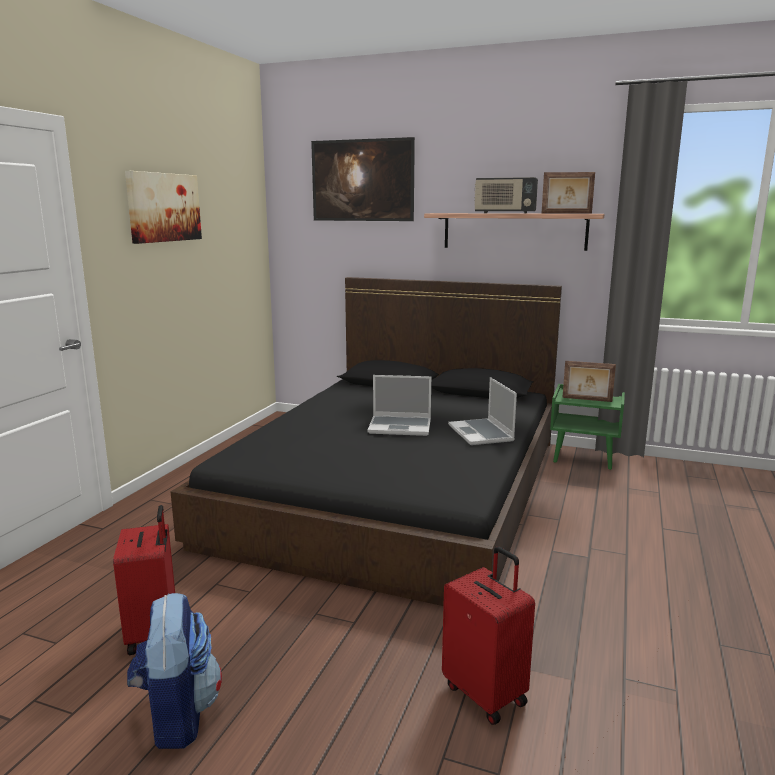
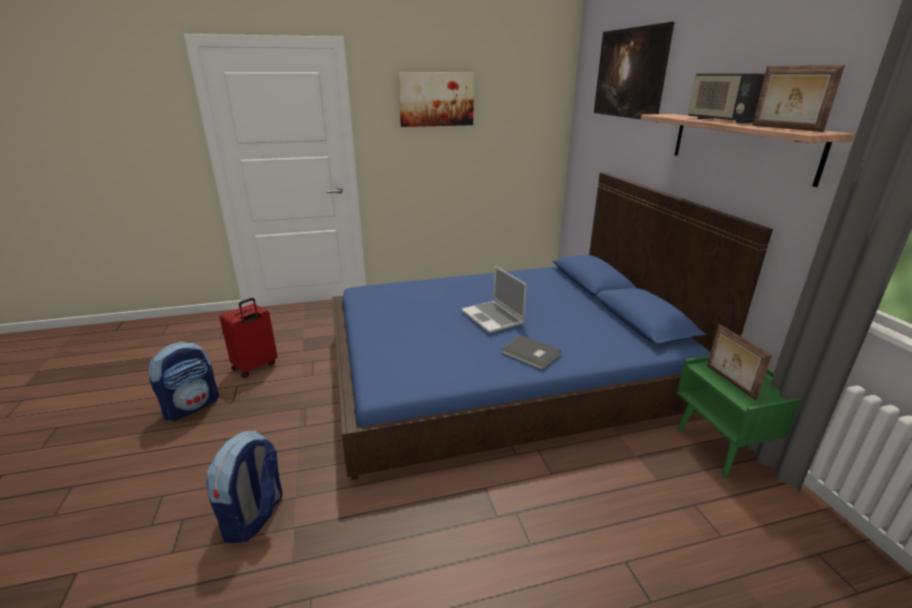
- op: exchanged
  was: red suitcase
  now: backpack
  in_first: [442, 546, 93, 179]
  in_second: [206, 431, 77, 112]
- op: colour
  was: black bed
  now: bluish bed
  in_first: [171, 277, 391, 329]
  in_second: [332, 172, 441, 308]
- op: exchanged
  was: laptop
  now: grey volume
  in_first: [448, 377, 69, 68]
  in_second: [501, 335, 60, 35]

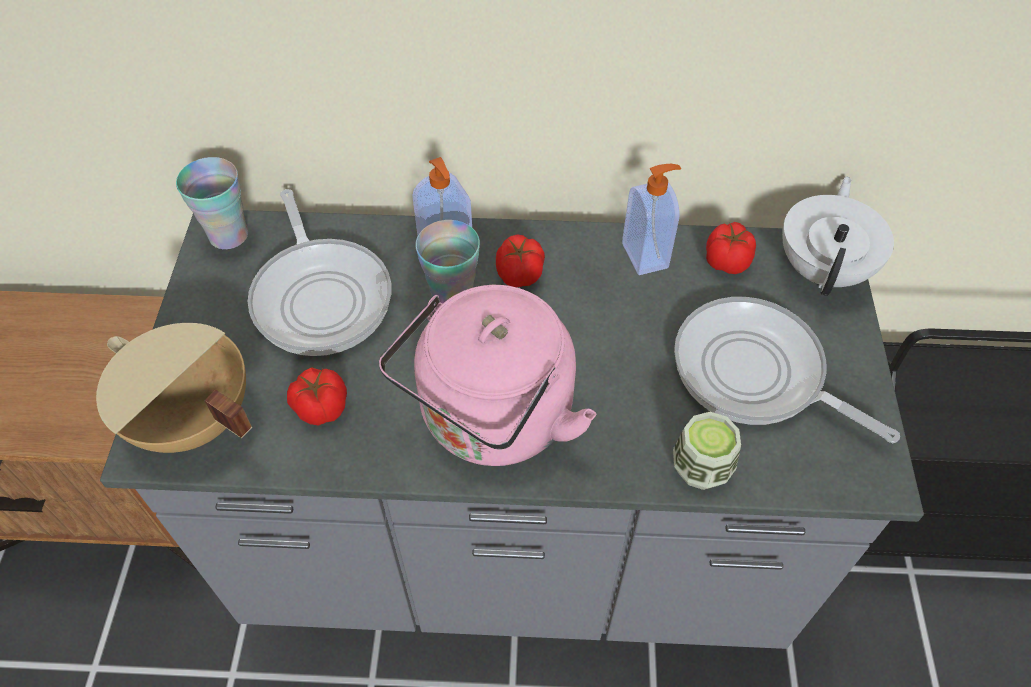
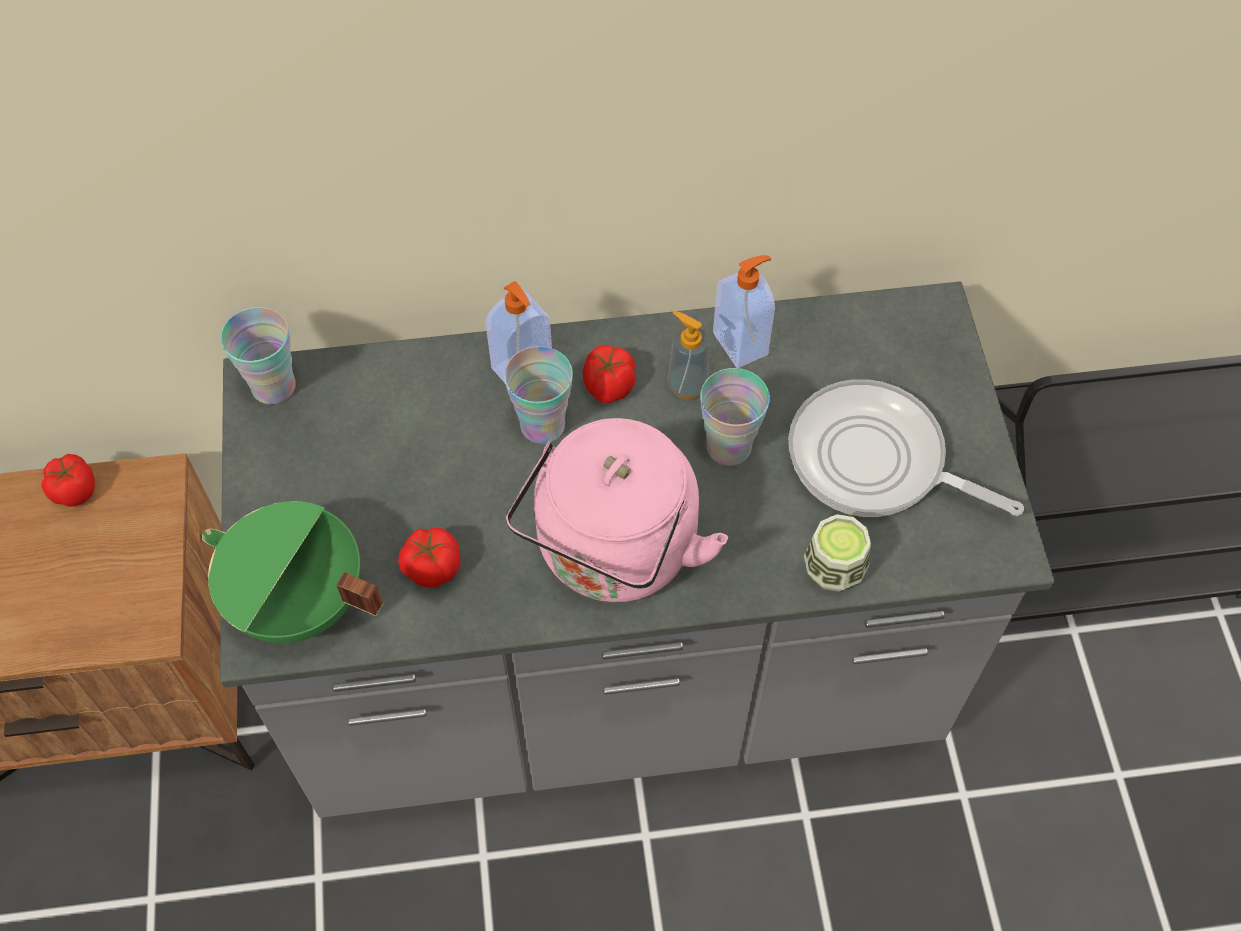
- op: relocated
  was: whole tomato
  in_first: [706, 222, 50, 52]
  in_second: [41, 454, 54, 53]
- op: colour
  was: sand-coloured stockpot
  now: green-coloured stockpot
  in_first: [96, 323, 156, 130]
  in_second: [202, 501, 182, 142]
- op: appeared
  now: soap dispenser
  in_second: [668, 311, 41, 88]
- op: appeared
  now: drinking cup
  in_second: [700, 368, 70, 98]
- op: missing
  was: pan
  in_first: [248, 189, 143, 167]
- op: missing
  was: whitish pot for tea
  in_first: [782, 177, 112, 119]

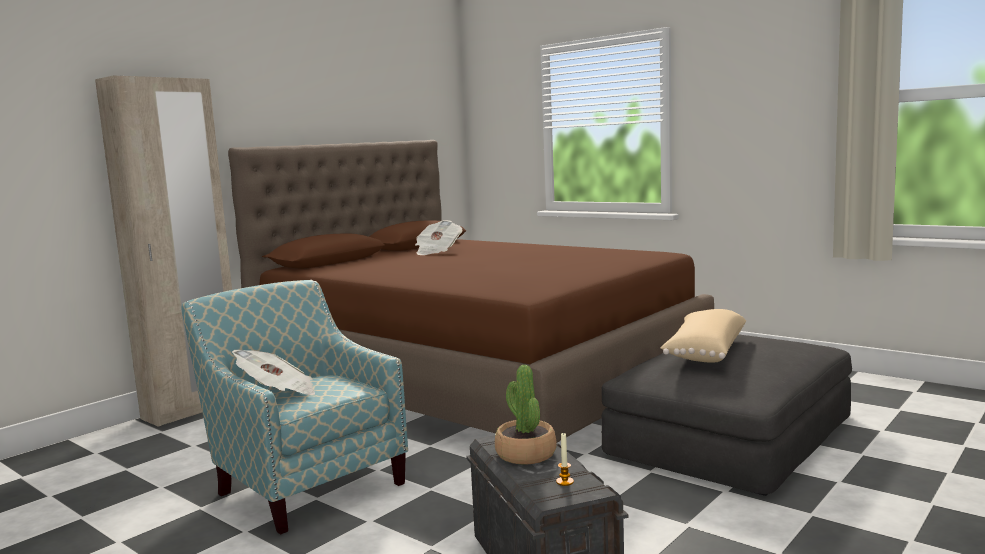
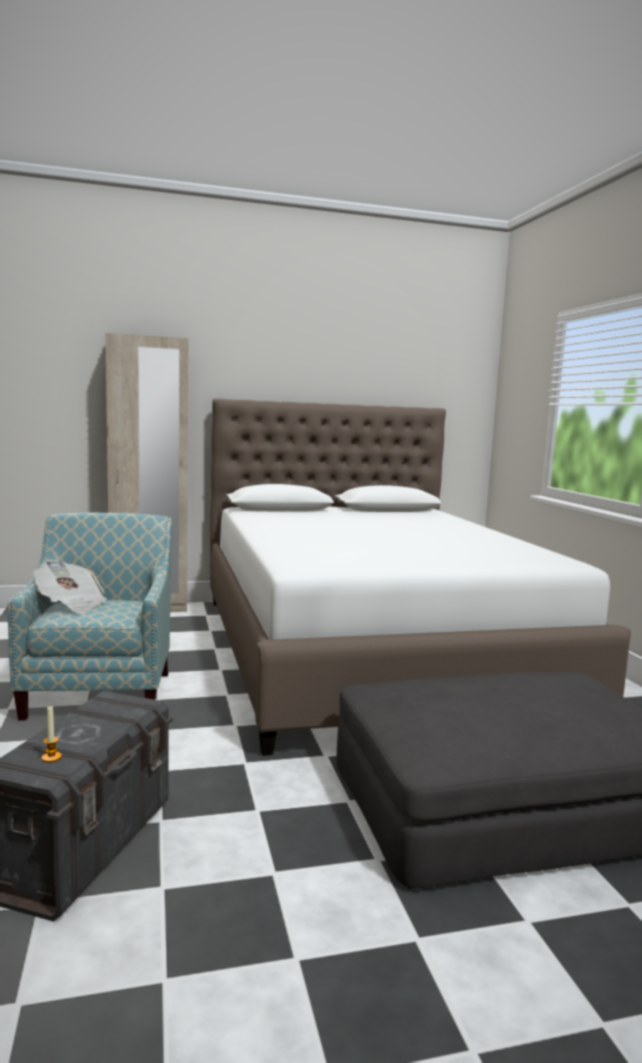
- op: colour
  was: brownish bed
  now: whitish bed
  in_first: [228, 140, 486, 303]
  in_second: [210, 399, 421, 357]
- op: missing
  was: daily paper
  in_first: [415, 220, 47, 35]
- op: missing
  was: potted plant
  in_first: [495, 365, 62, 99]
- op: missing
  was: sand-coloured throw pillow
  in_first: [660, 309, 86, 53]

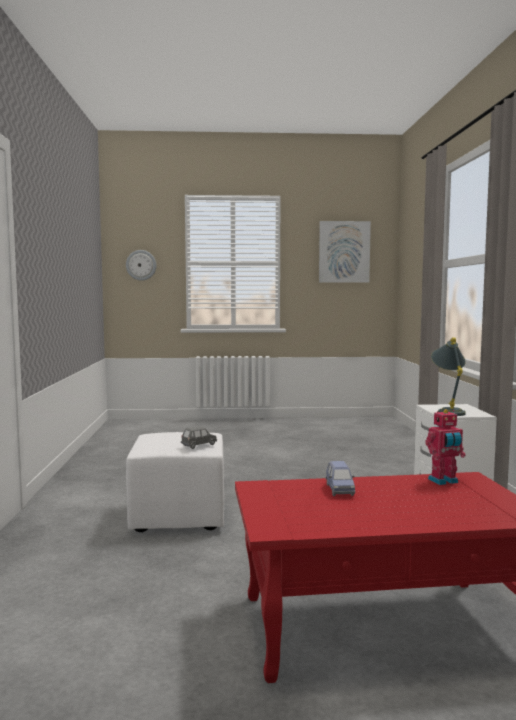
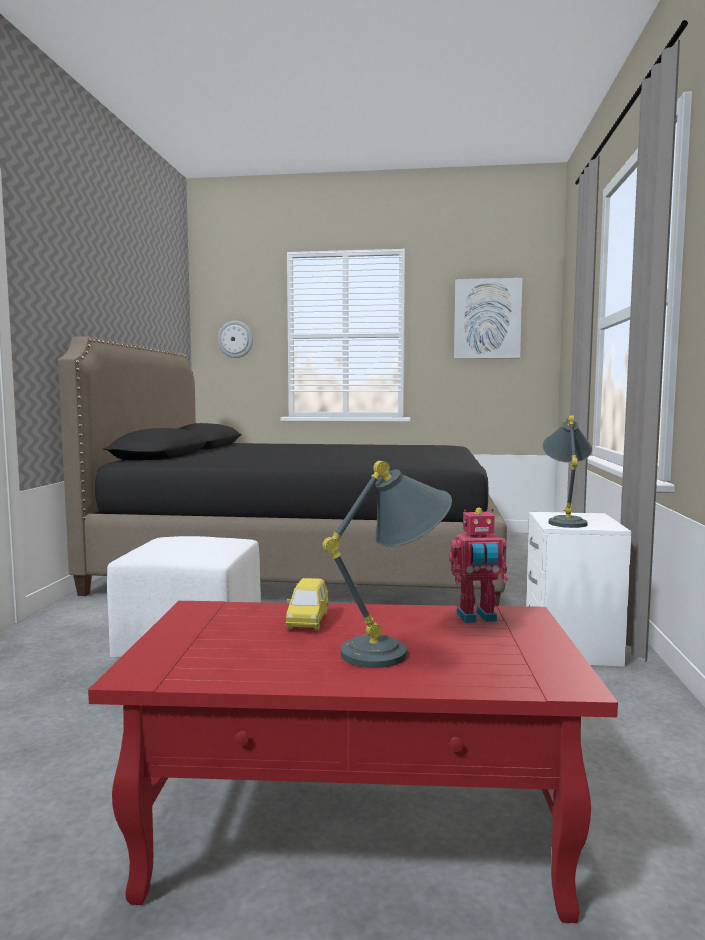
- op: appeared
  now: black bed
  in_second: [58, 336, 449, 270]
- op: colour
  was: bluish model car
  now: yellowish model car
  in_first: [326, 461, 29, 35]
  in_second: [286, 578, 43, 53]
- op: appeared
  now: grey lamp for a table
  in_second: [323, 461, 129, 207]
- op: missing
  was: grey model car
  in_first: [181, 426, 36, 23]

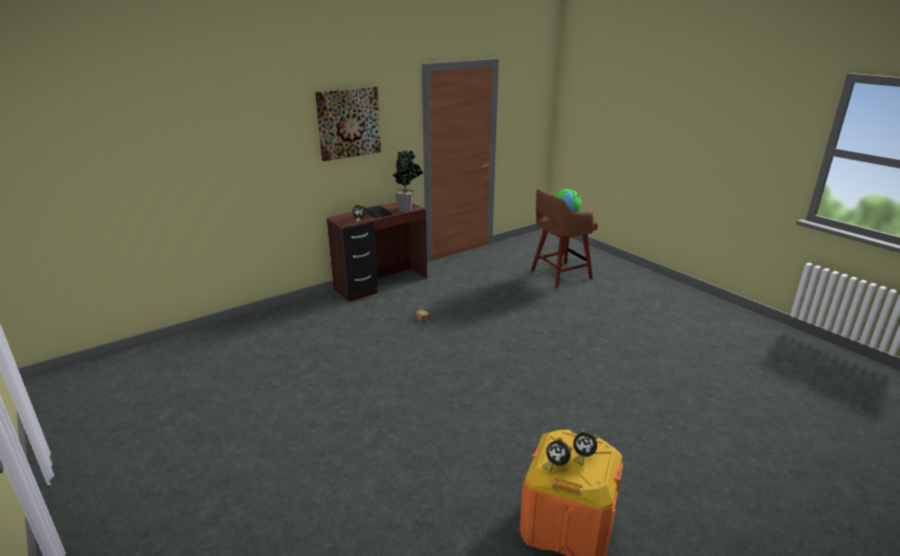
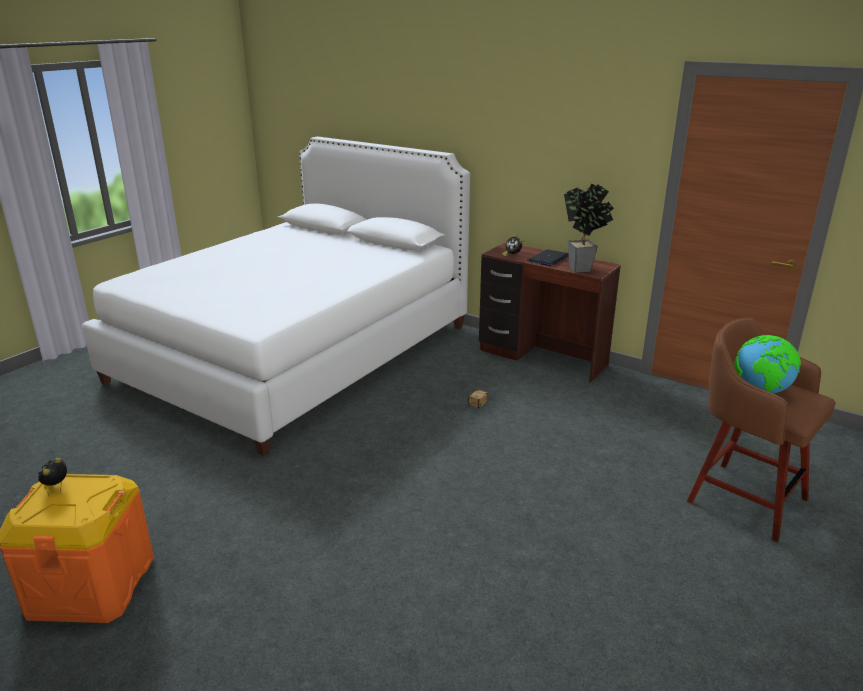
- op: appeared
  now: whitish bed
  in_second: [82, 137, 388, 319]
- op: missing
  was: picture
  in_first: [315, 87, 66, 74]
- op: missing
  was: alarm clock
  in_first: [573, 429, 25, 36]

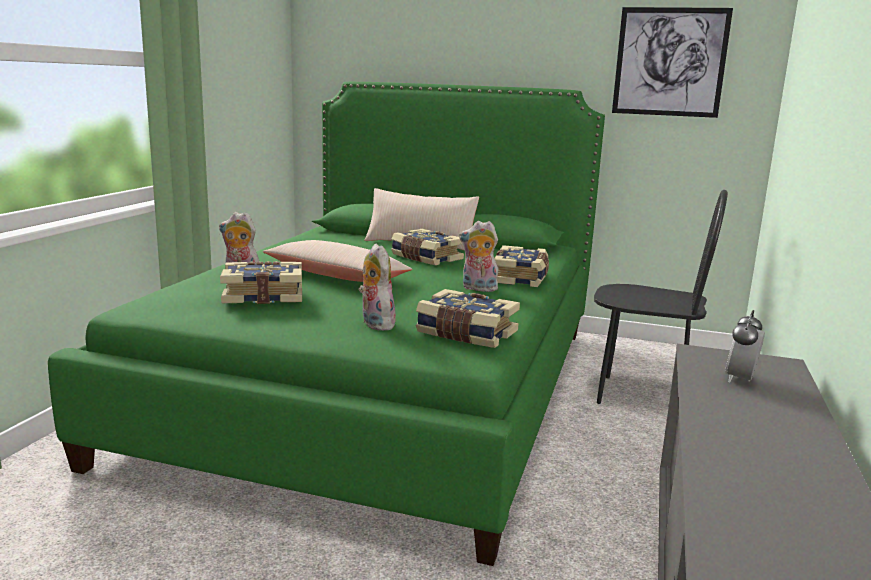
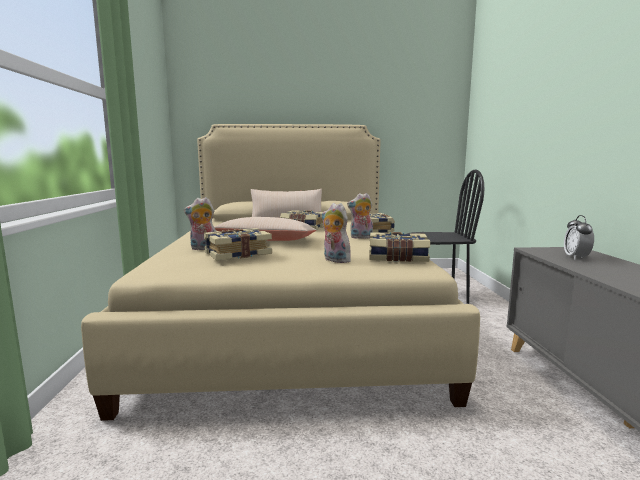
- op: colour
  was: green-coloured bed
  now: sand-coloured bed
  in_first: [48, 82, 557, 484]
  in_second: [81, 124, 399, 297]
- op: missing
  was: picture
  in_first: [612, 7, 121, 111]

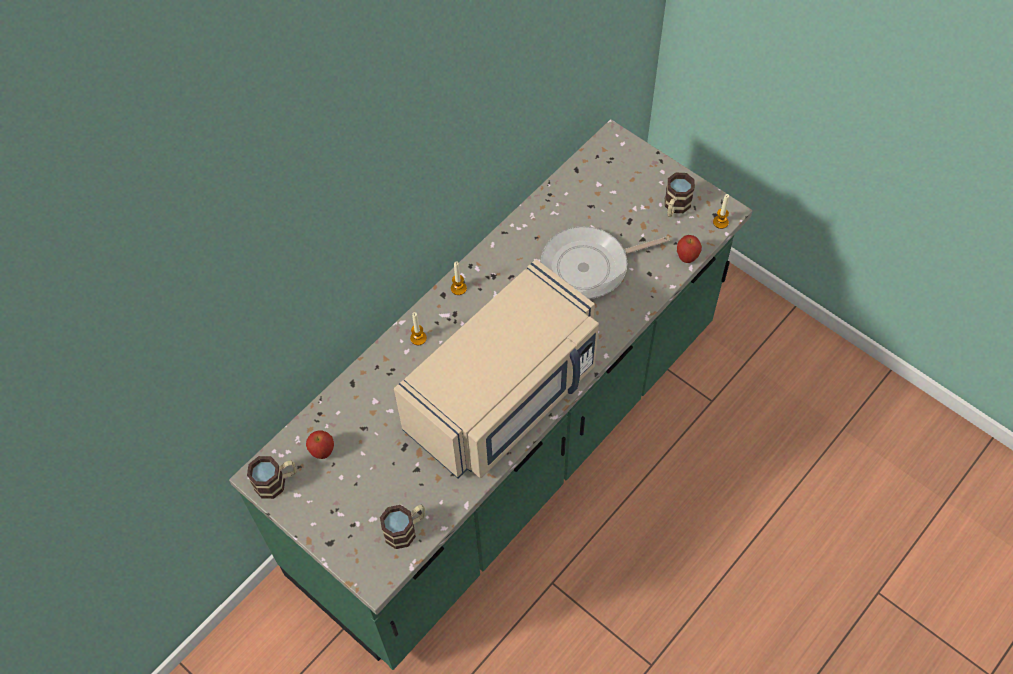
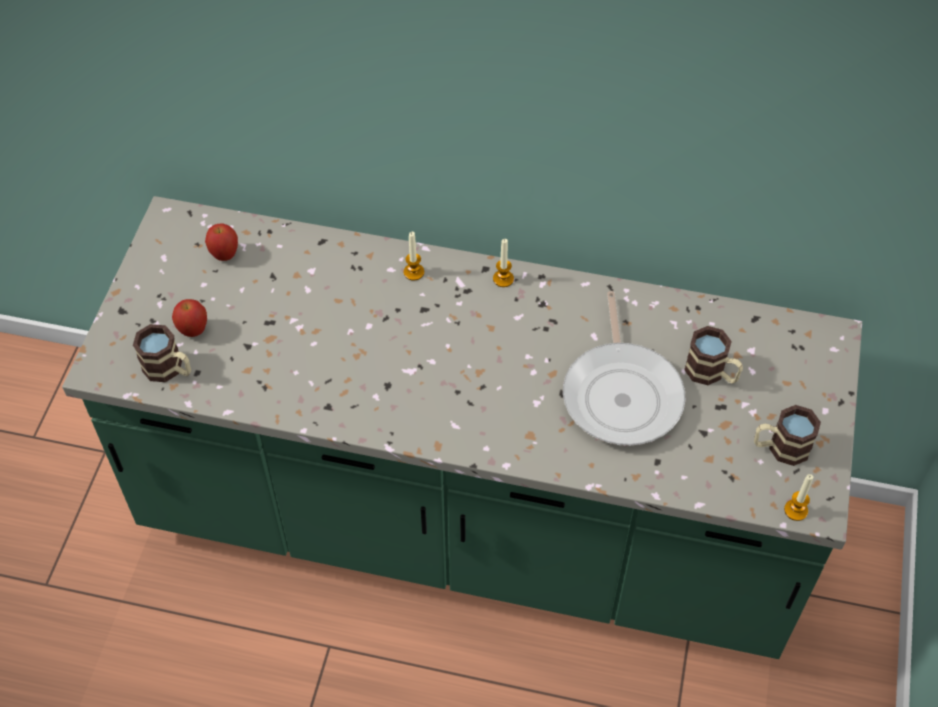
- op: relocated
  was: apple fruit
  in_first: [677, 235, 25, 28]
  in_second: [172, 299, 35, 38]
- op: spun
  was: pan
  in_first: [540, 226, 130, 73]
  in_second: [563, 291, 122, 155]
  clockwise: -135
- op: relocated
  was: tea mug
  in_first: [247, 456, 49, 43]
  in_second: [684, 326, 59, 59]
- op: missing
  was: sand-coloured kitchen microwave
  in_first: [394, 259, 205, 219]

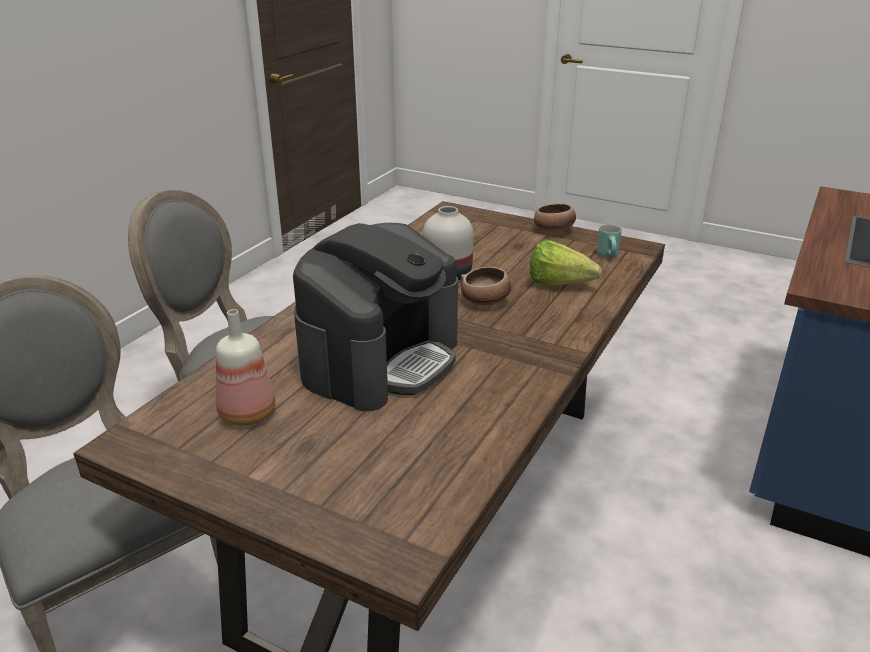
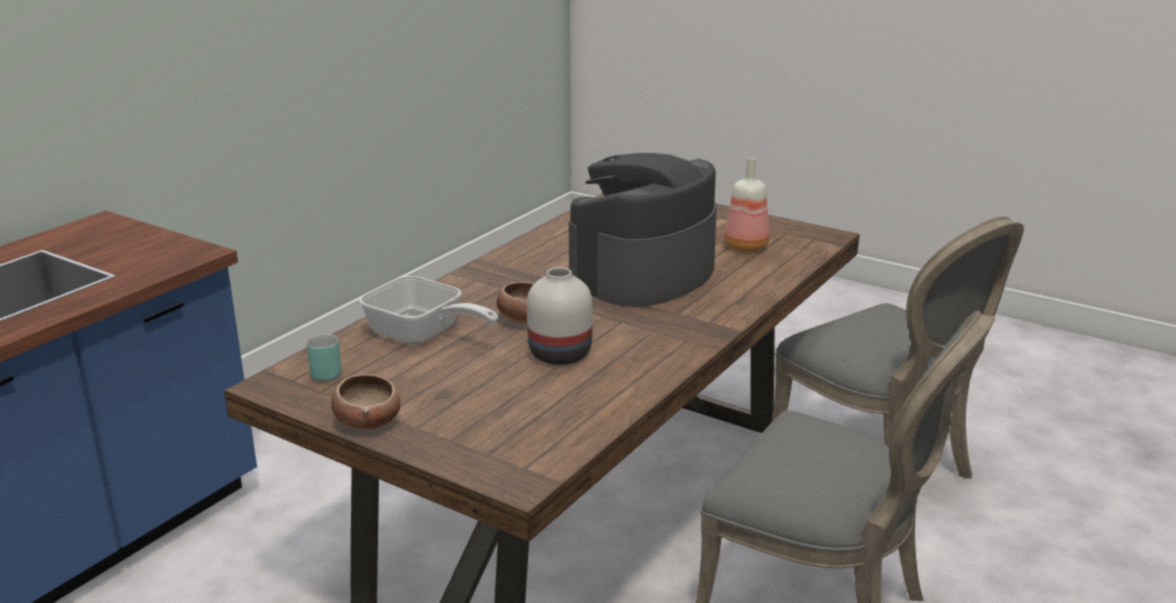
- op: exchanged
  was: lettuce
  now: pan
  in_first: [530, 240, 72, 45]
  in_second: [359, 276, 139, 68]

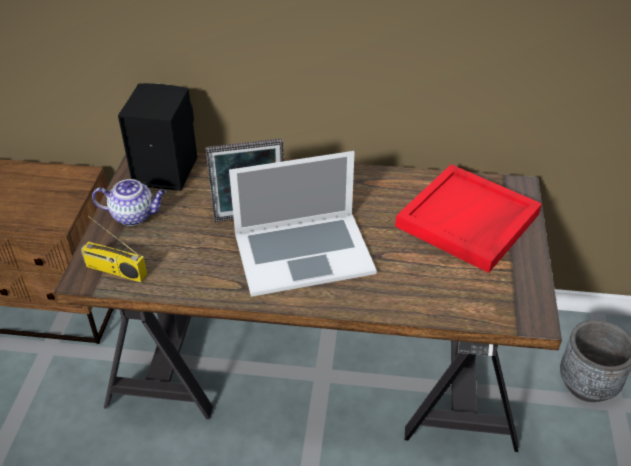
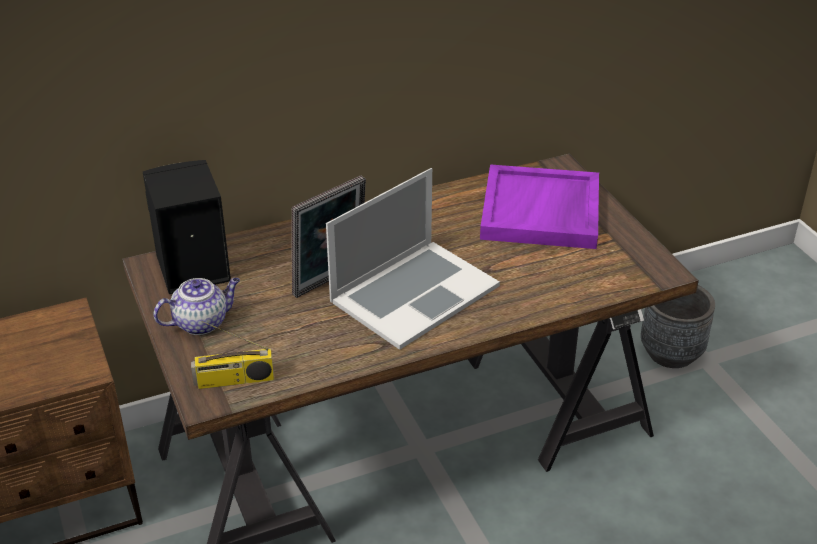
- op: colour
  was: red carrying tray
  now: purple-coloured carrying tray
  in_first: [395, 164, 147, 109]
  in_second: [480, 164, 119, 85]

